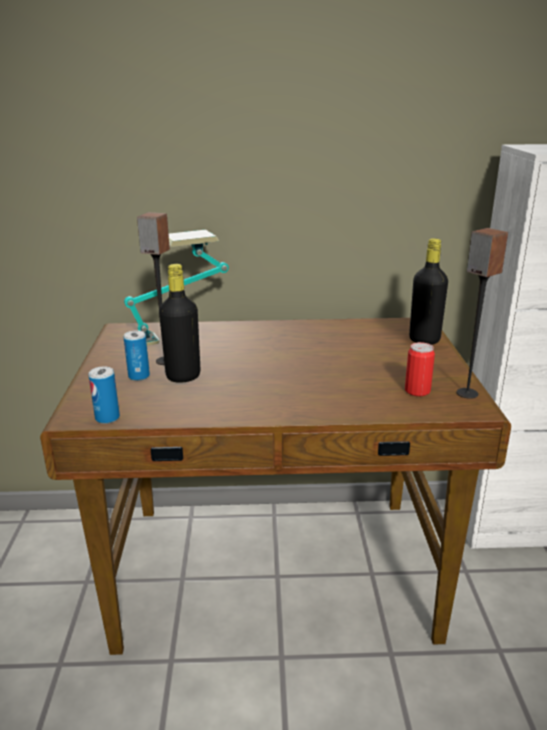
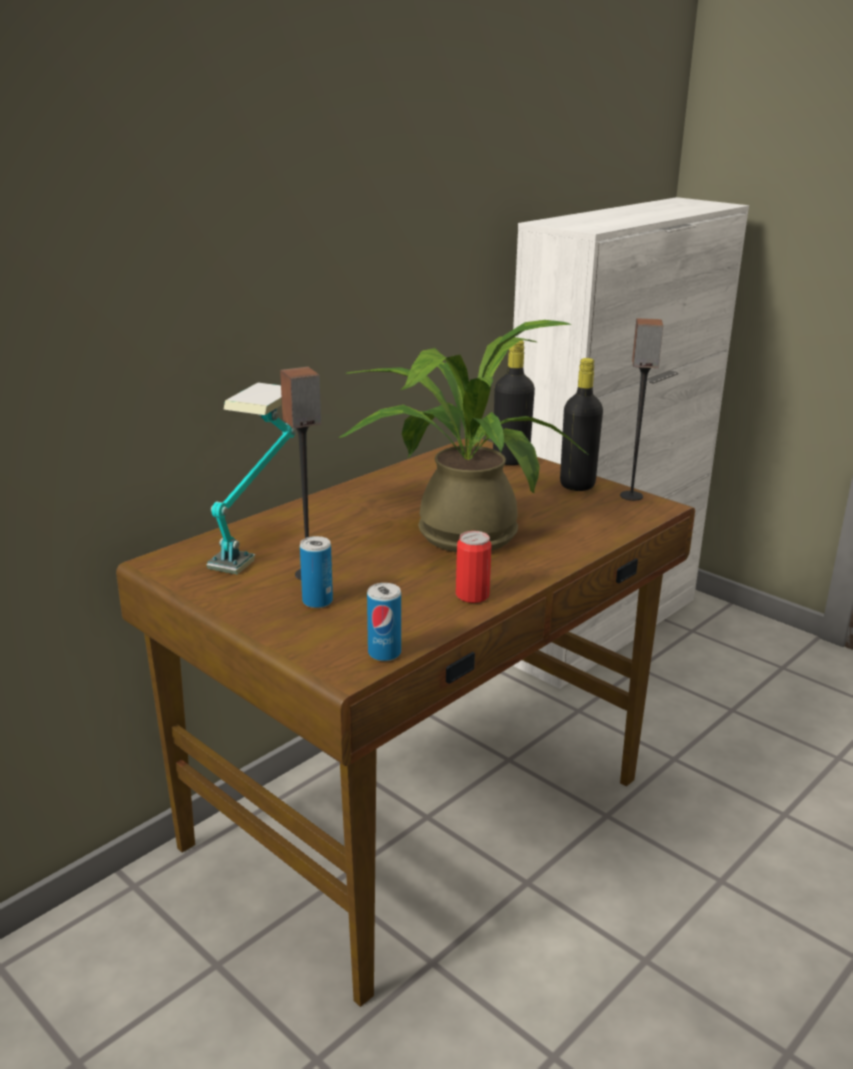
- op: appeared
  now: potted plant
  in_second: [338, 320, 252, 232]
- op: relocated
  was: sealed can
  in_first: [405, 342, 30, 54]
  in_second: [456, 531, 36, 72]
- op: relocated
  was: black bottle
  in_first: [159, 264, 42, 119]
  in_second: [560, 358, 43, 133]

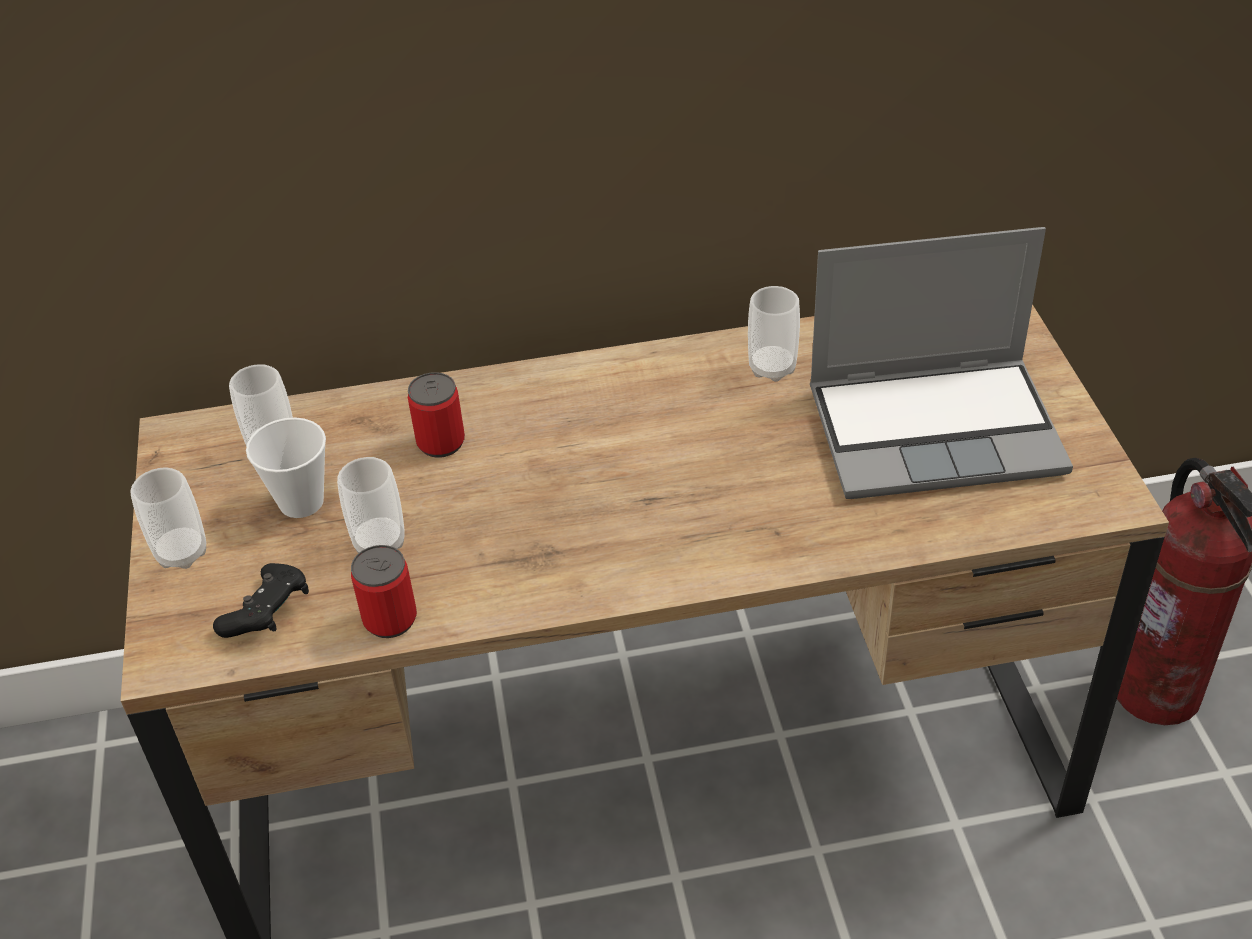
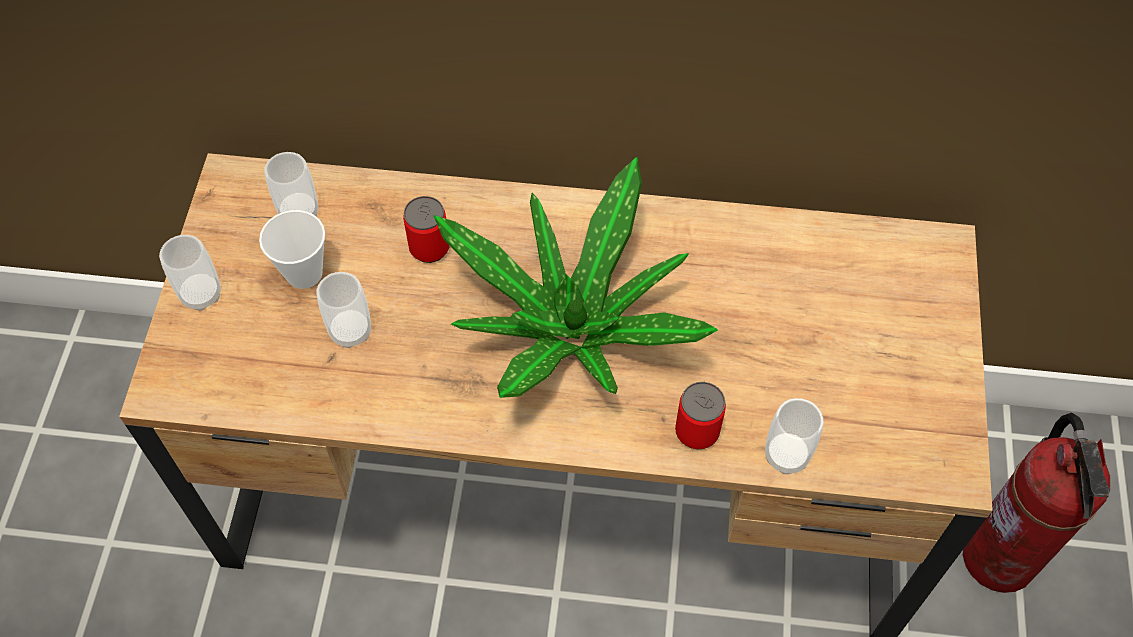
- op: appeared
  now: potted plant
  in_second: [434, 157, 284, 241]
- op: relocated
  was: sealed can
  in_first: [351, 545, 66, 93]
  in_second: [675, 382, 51, 67]
- op: relocated
  was: drinking cup
  in_first: [748, 286, 52, 96]
  in_second: [765, 398, 59, 76]
- op: missing
  was: black game controller
  in_first: [213, 563, 96, 75]
- op: missing
  was: laptop
  in_first: [810, 227, 263, 272]

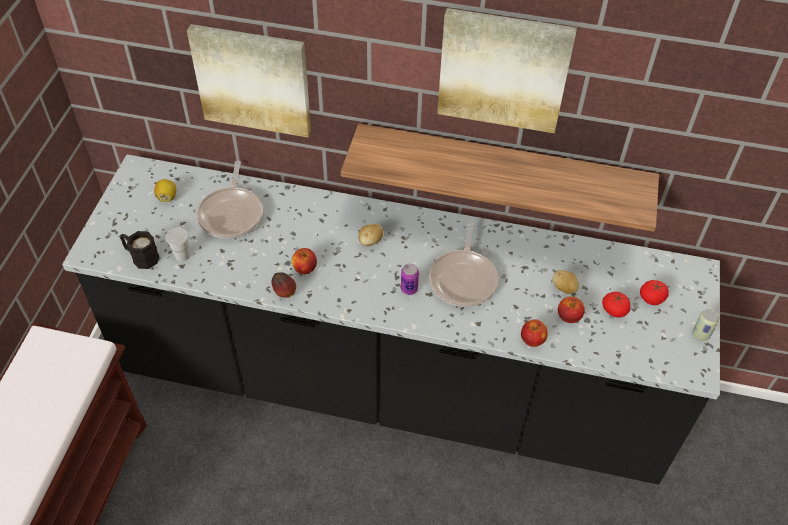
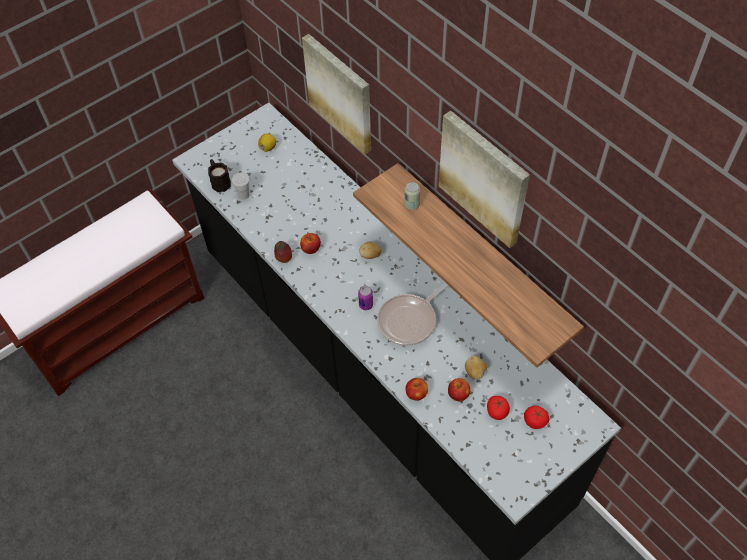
- op: relocated
  was: sealed can
  in_first: [692, 309, 27, 32]
  in_second: [404, 182, 16, 28]
- op: missing
  was: pan
  in_first: [196, 161, 67, 78]

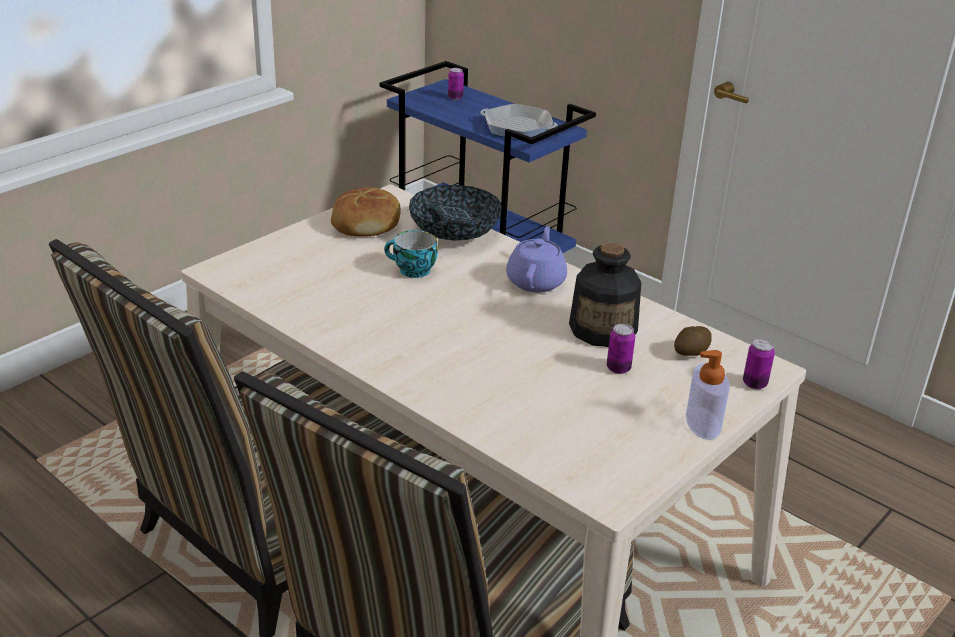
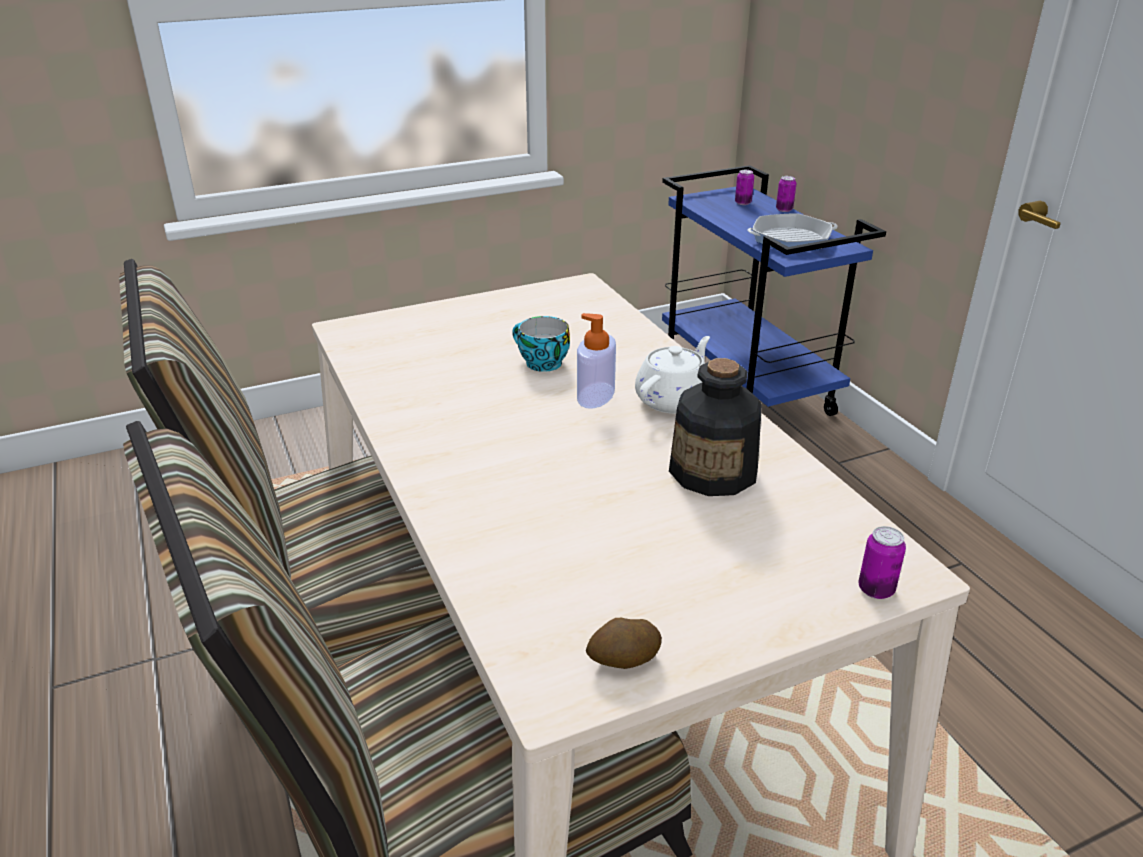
- op: relocated
  was: soap dispenser
  in_first: [686, 350, 44, 90]
  in_second: [577, 313, 39, 95]
- op: relocated
  was: potato
  in_first: [674, 326, 38, 30]
  in_second: [586, 618, 76, 51]
- op: colour
  was: purple-coloured pot for tea
  now: whitish pot for tea
  in_first: [506, 226, 61, 67]
  in_second: [635, 336, 75, 78]
- op: spun
  was: pan
  in_first: [481, 104, 76, 36]
  in_second: [748, 213, 90, 38]
  clockwise: 120
- op: relocated
  was: sealed can
  in_first: [607, 324, 28, 50]
  in_second: [776, 176, 21, 36]
- op: missing
  was: bread
  in_first: [331, 187, 70, 50]
- op: missing
  was: serving bowl
  in_first: [409, 185, 93, 56]

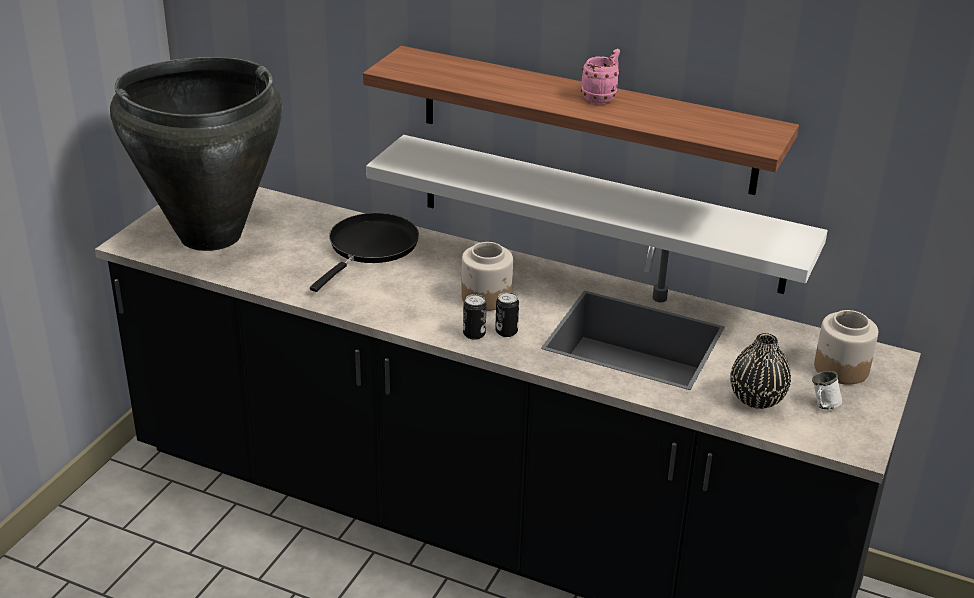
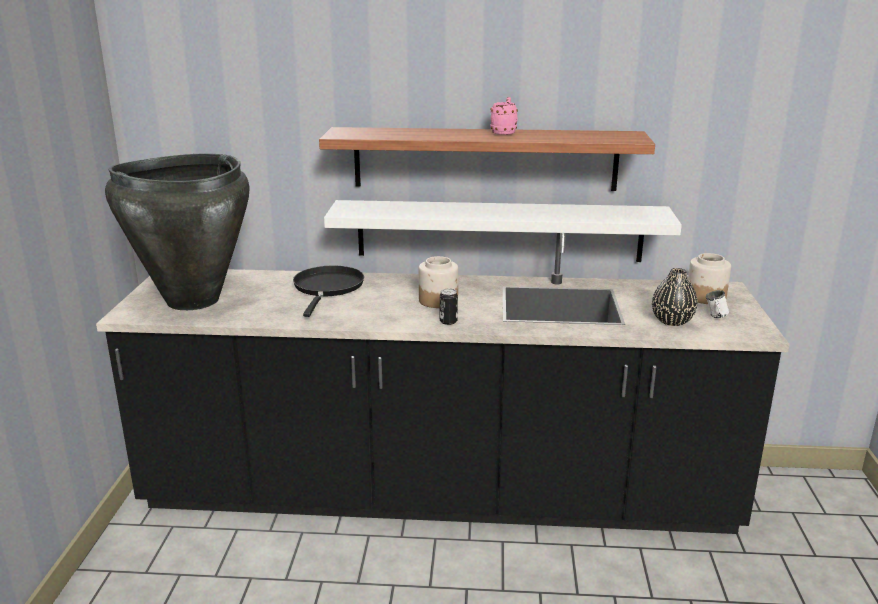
- op: missing
  was: sealed can
  in_first: [495, 292, 24, 45]

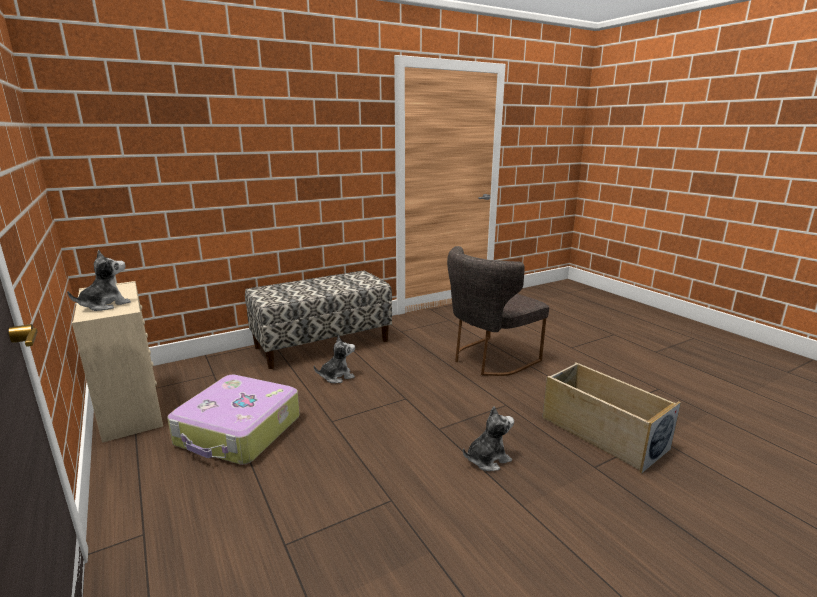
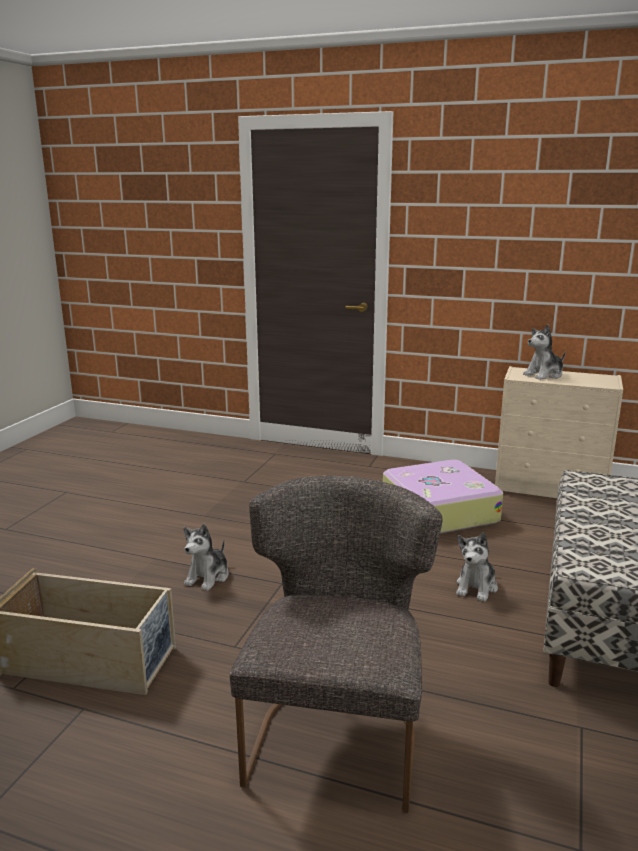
- op: spun
  was: cuddly toy
  in_first: [67, 250, 64, 61]
  in_second: [523, 325, 42, 55]
  clockwise: 60

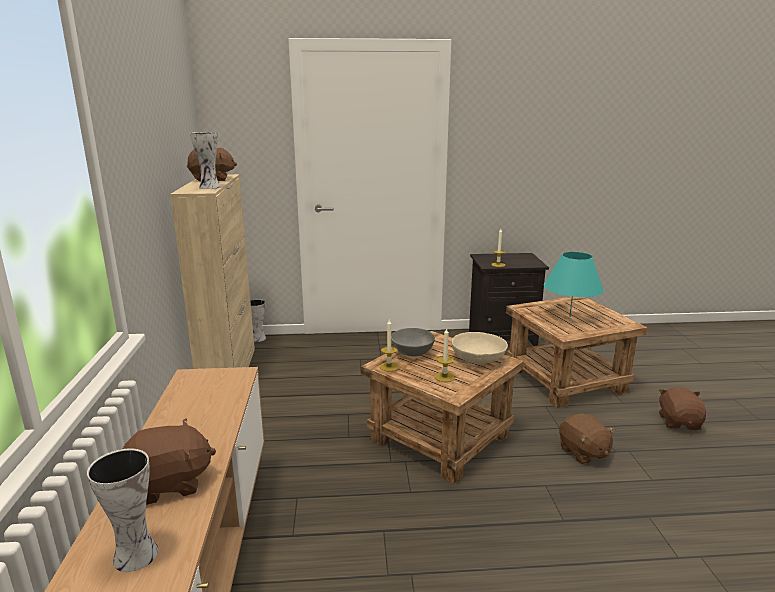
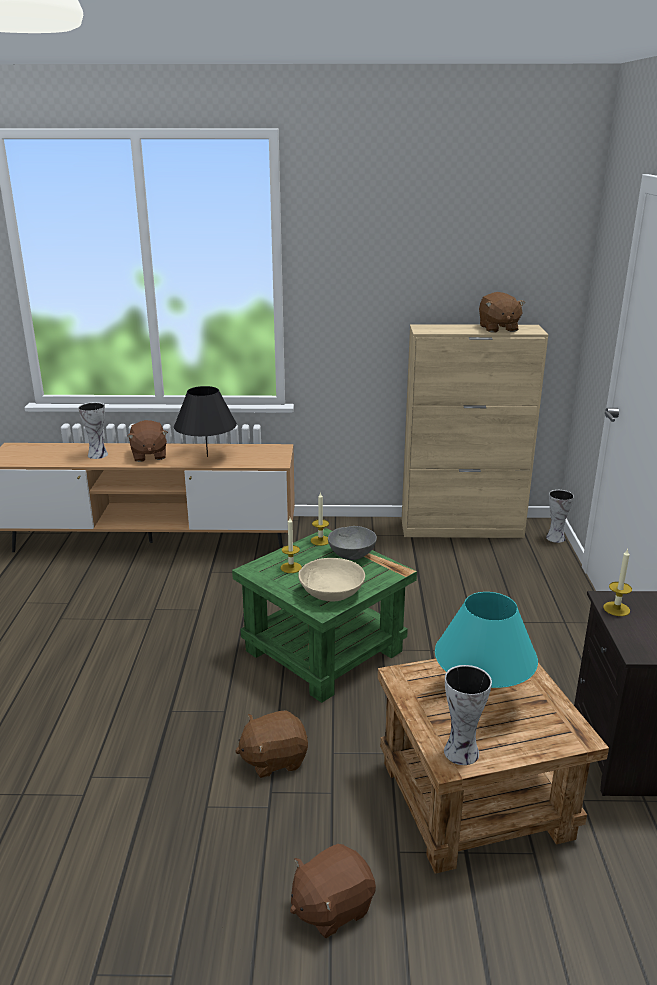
- op: appeared
  now: black lamp for a table
  in_second: [174, 386, 63, 71]
- op: colour
  was: brownish accent table
  now: green-coloured accent table
  in_first: [361, 331, 163, 153]
  in_second: [232, 528, 185, 175]
- op: spun
  was: brownish cuddly toy
  in_first: [659, 387, 47, 43]
  in_second: [290, 844, 86, 94]
  clockwise: 135
- op: relocated
  was: vase
  in_first: [190, 132, 30, 57]
  in_second: [444, 665, 48, 100]

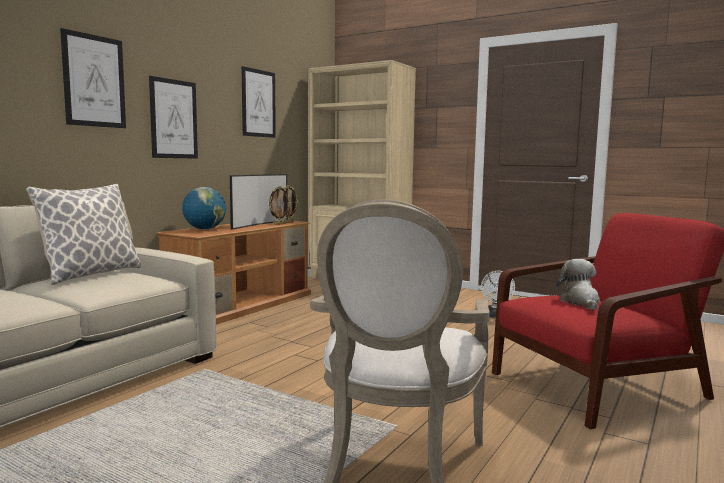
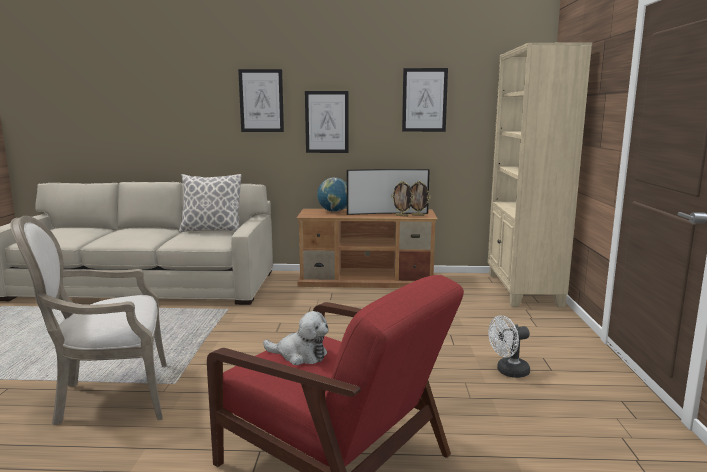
- op: spun
  was: cuddly toy
  in_first: [557, 259, 43, 51]
  in_second: [263, 311, 66, 54]
  clockwise: 45

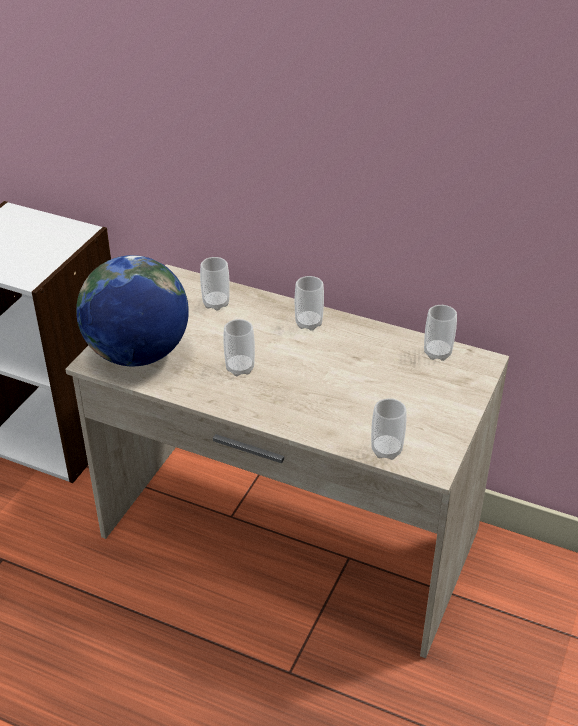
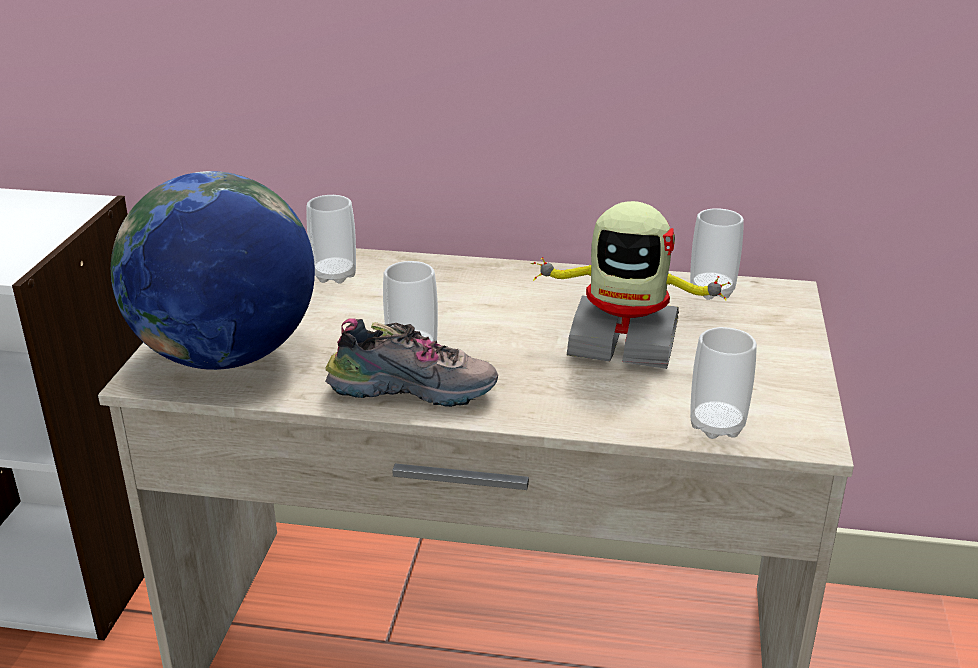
- op: appeared
  now: item of footwear
  in_second: [325, 318, 173, 89]
- op: appeared
  now: robot figure
  in_second: [531, 201, 201, 168]
- op: missing
  was: drinking cup
  in_first: [295, 276, 29, 55]

